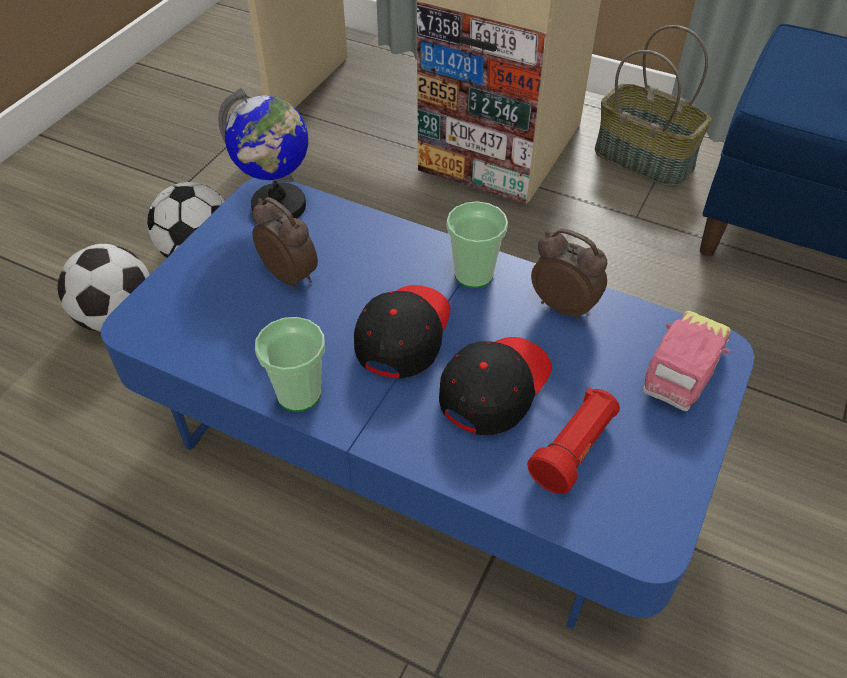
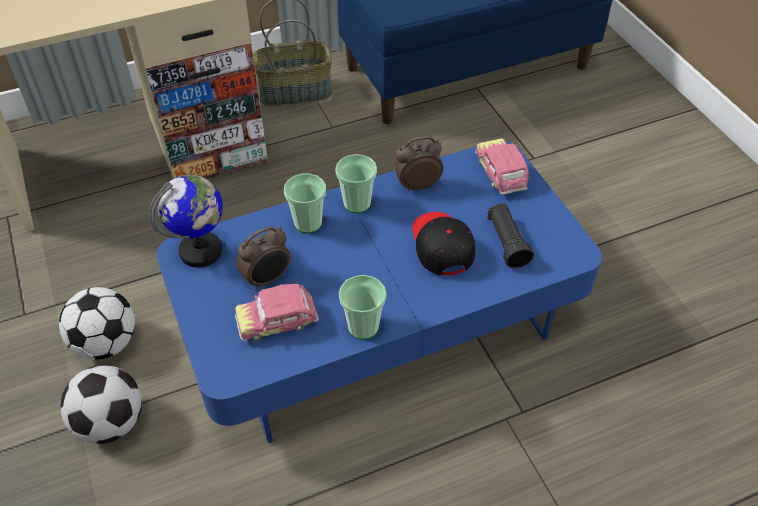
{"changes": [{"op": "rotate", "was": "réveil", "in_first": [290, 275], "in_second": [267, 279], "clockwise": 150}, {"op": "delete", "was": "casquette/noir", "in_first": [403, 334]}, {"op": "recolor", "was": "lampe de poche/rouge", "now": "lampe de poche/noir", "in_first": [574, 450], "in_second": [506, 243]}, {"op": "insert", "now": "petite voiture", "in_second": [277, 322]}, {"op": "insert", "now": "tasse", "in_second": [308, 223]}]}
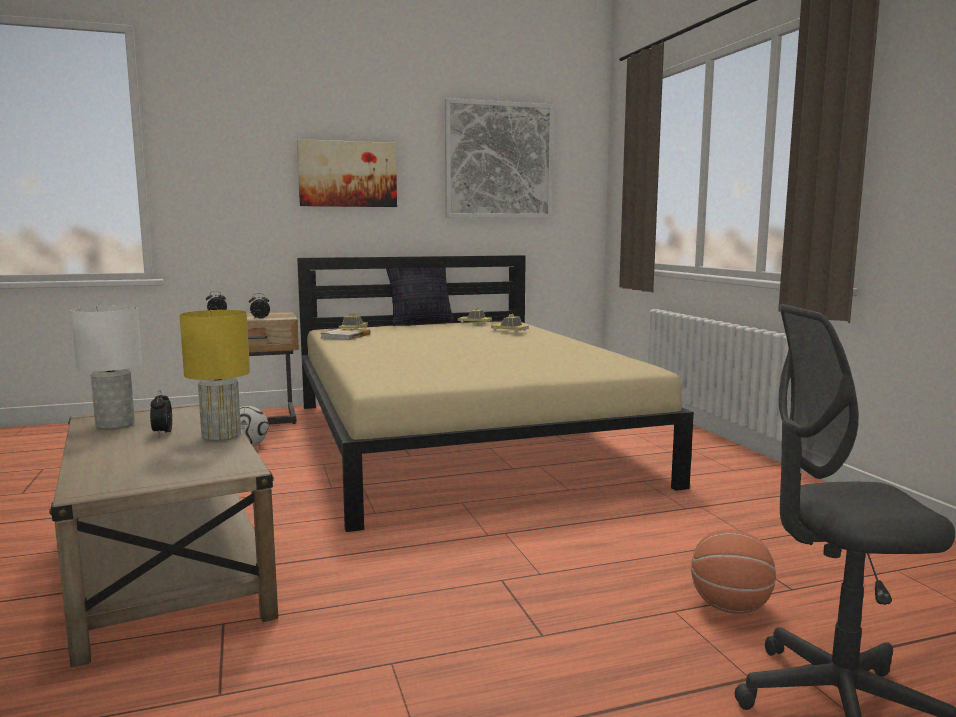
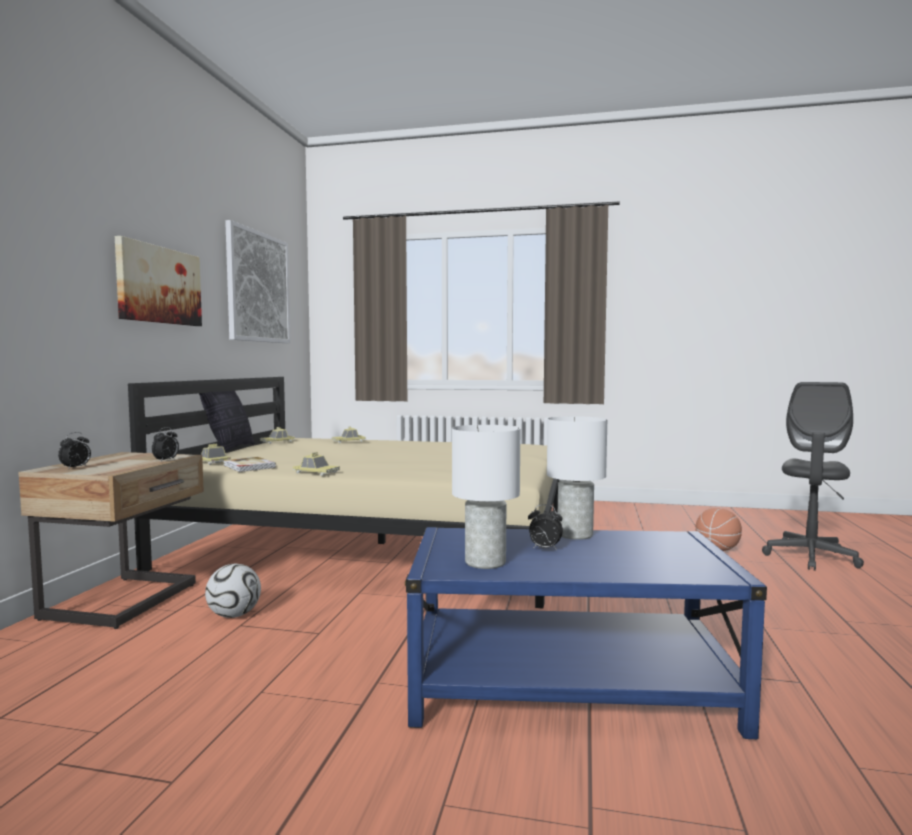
{"changes": [{"op": "recolor", "was": "table basse/beige", "now": "table basse/bleu", "in_first": [168, 569], "in_second": [568, 685]}, {"op": "recolor", "was": "lampe de table/jaune", "now": "lampe de table/blanc", "in_first": [222, 436], "in_second": [575, 534]}, {"op": "insert", "now": "petite voiture", "in_second": [316, 473]}]}
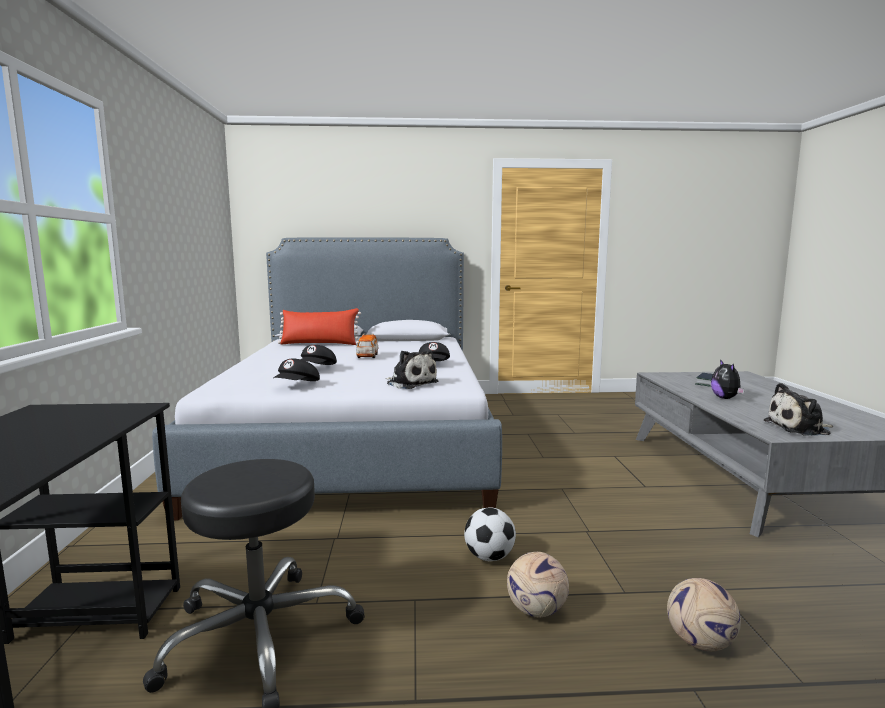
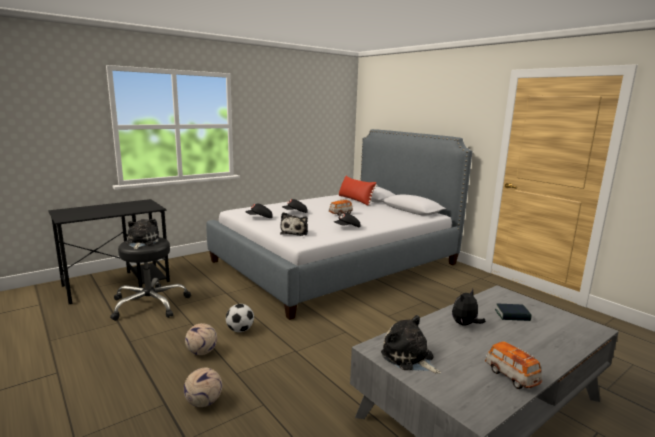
{"changes": [{"op": "insert", "now": "peluche", "in_second": [141, 242]}, {"op": "insert", "now": "petite voiture", "in_second": [511, 376]}]}
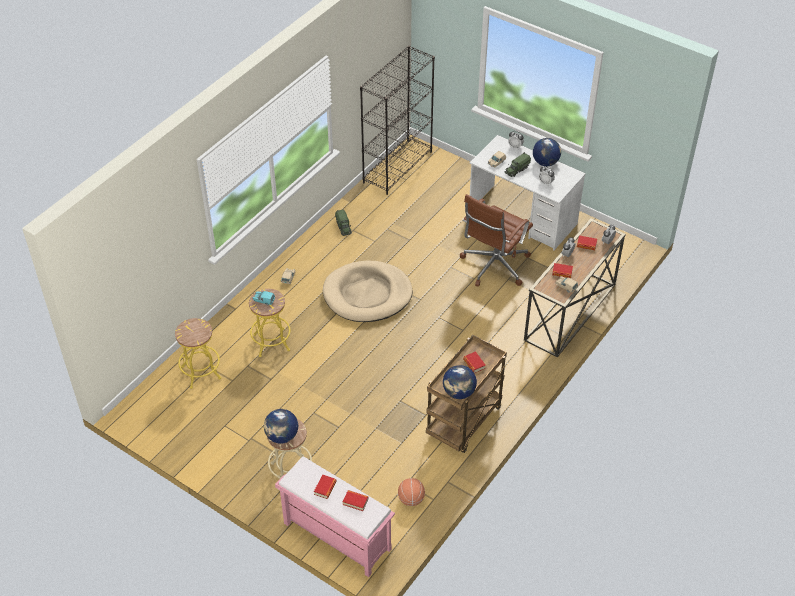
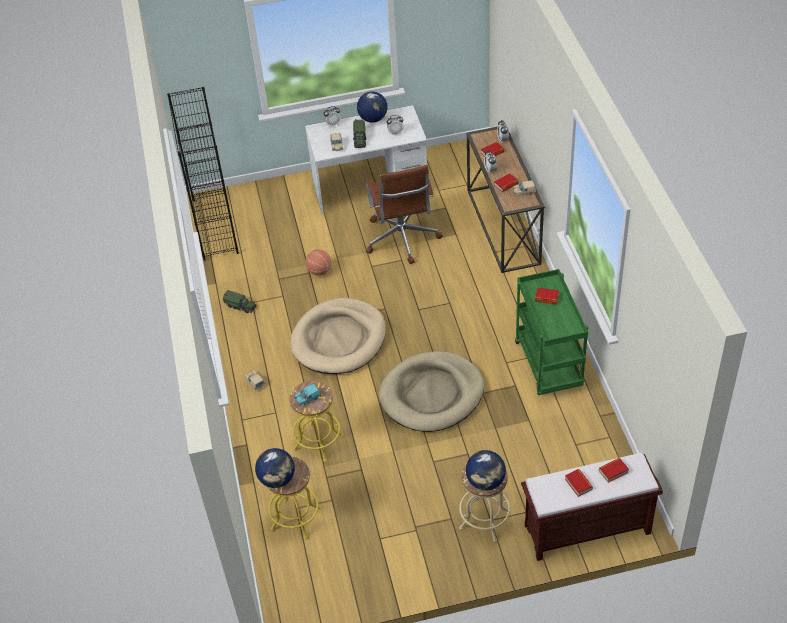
{"changes": [{"op": "recolor", "was": "banc/rose", "now": "banc/marron", "in_first": [336, 536], "in_second": [586, 530]}, {"op": "move", "was": "ballon de basket", "in_first": [411, 499], "in_second": [319, 271]}, {"op": "recolor", "was": "chariot/marron", "now": "chariot/vert", "in_first": [464, 423], "in_second": [549, 366]}, {"op": "move", "was": "globe", "in_first": [459, 392], "in_second": [277, 479]}, {"op": "insert", "now": "panier pour chien/beige", "in_second": [432, 394]}]}
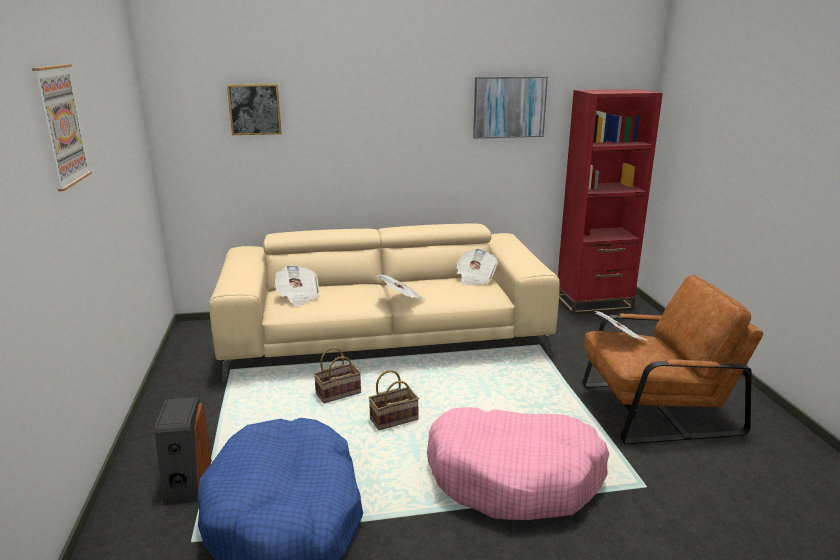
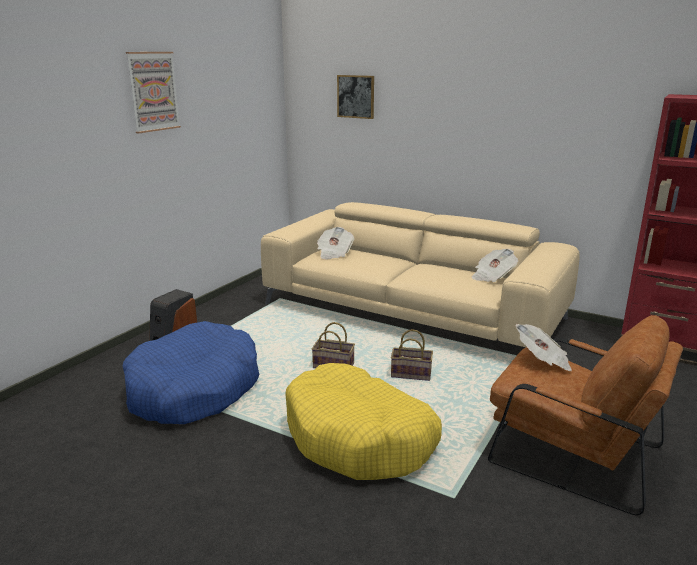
{"changes": [{"op": "move", "was": "panier", "in_first": [339, 393], "in_second": [412, 374]}, {"op": "delete", "was": "journal", "in_first": [401, 299]}, {"op": "recolor", "was": "panier pour chien/rose", "now": "panier pour chien/jaune", "in_first": [514, 476], "in_second": [359, 438]}, {"op": "delete", "was": "tableau", "in_first": [509, 107]}]}
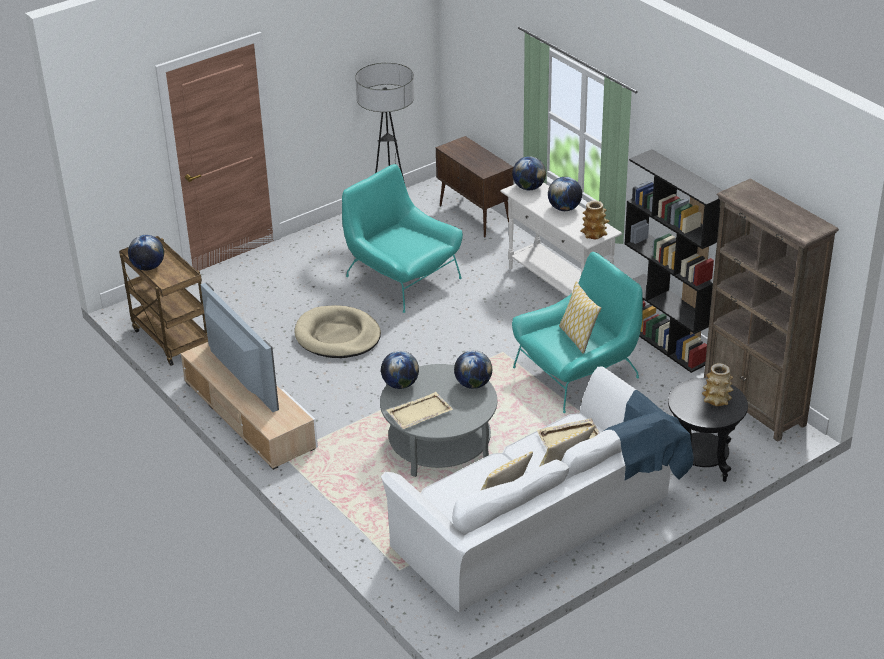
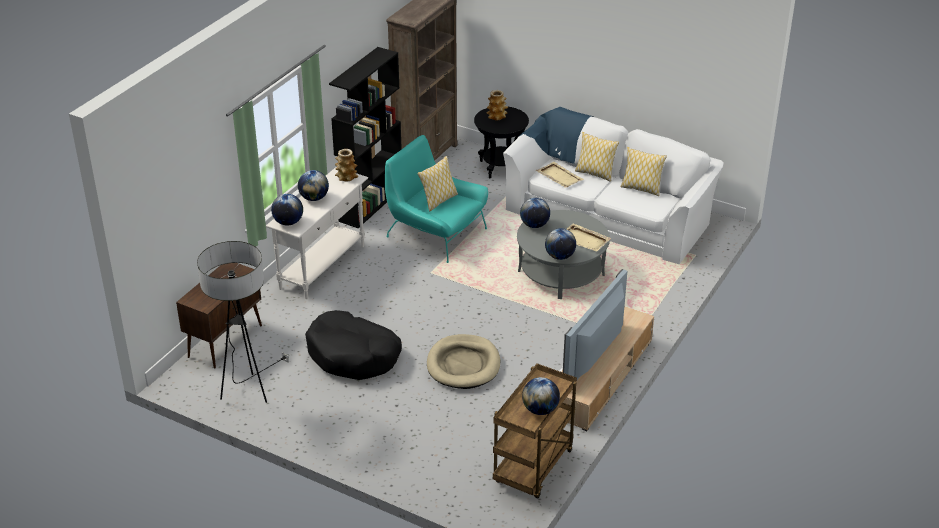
{"changes": [{"op": "replace", "was": "fauteuil/turquoise", "now": "panier pour chien/noir", "in_first": [401, 278], "in_second": [353, 355]}]}
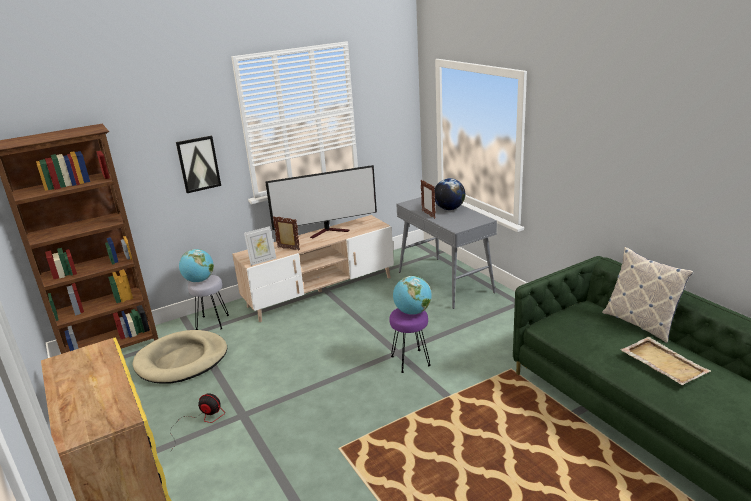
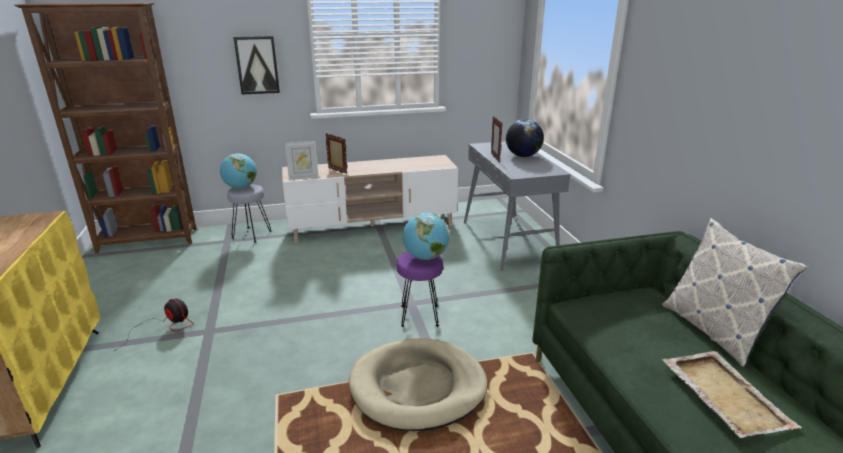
{"changes": [{"op": "move", "was": "panier pour chien/beige", "in_first": [182, 360], "in_second": [418, 387]}, {"op": "delete", "was": "téléviseur", "in_first": [329, 231]}]}
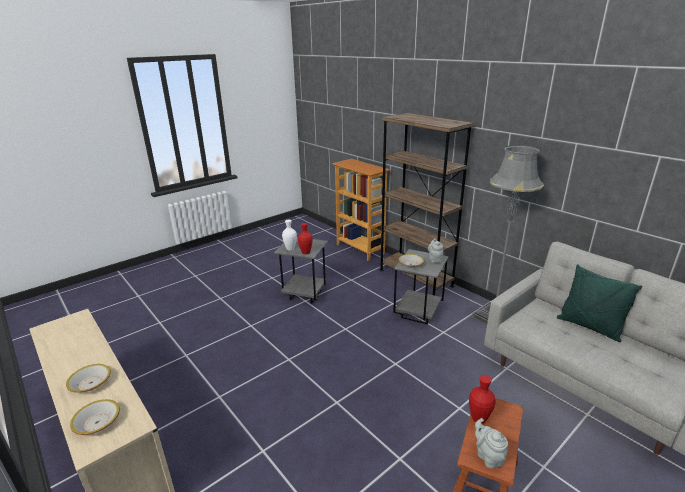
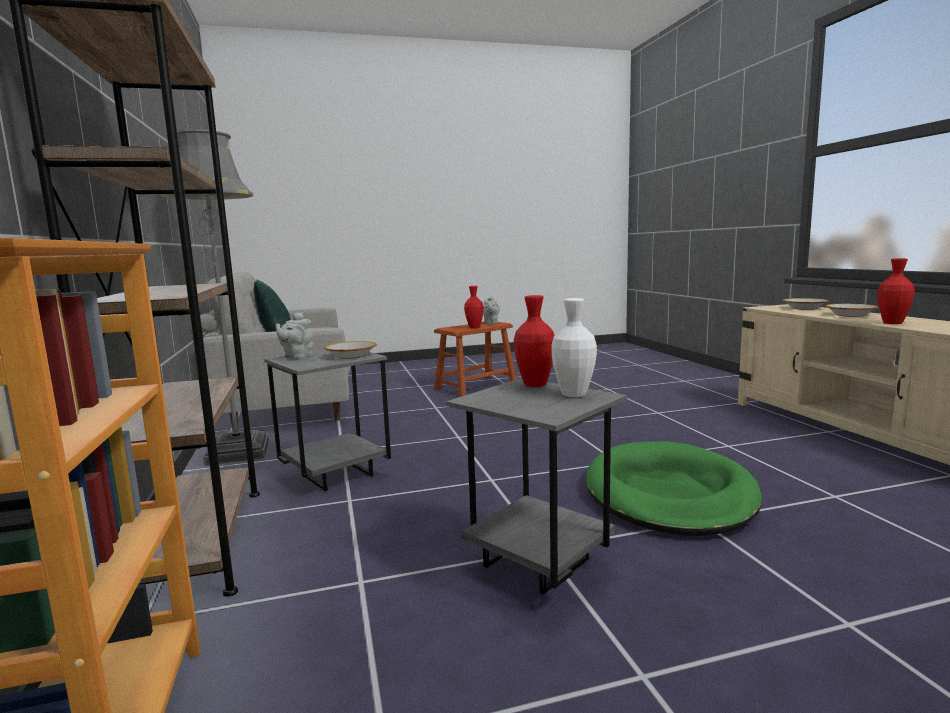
{"changes": [{"op": "insert", "now": "panier pour chien/vert", "in_second": [669, 494]}, {"op": "insert", "now": "vase/rouge", "in_second": [892, 323]}]}
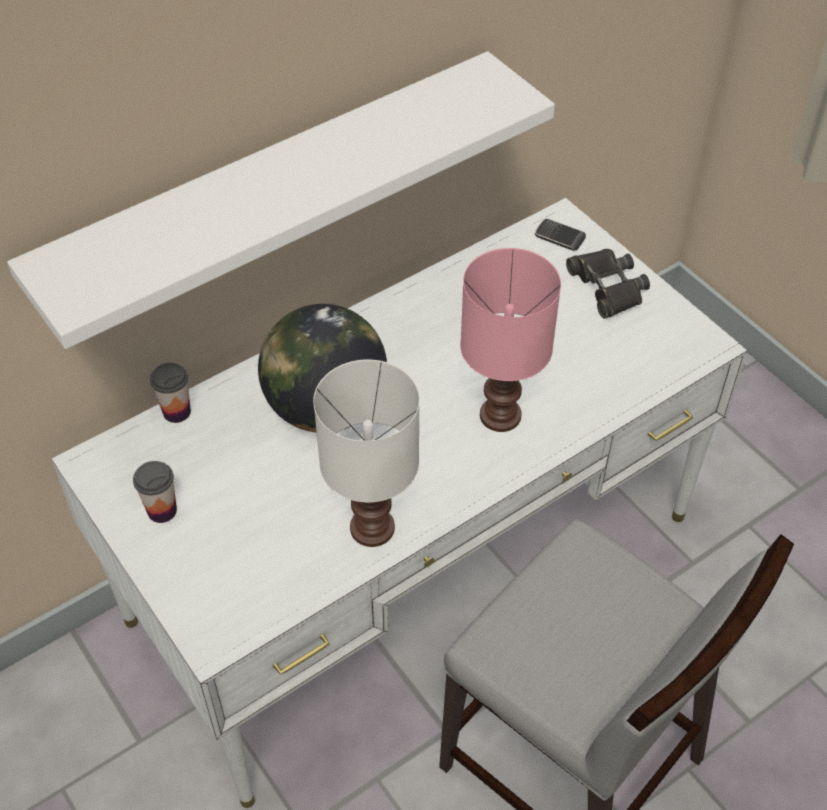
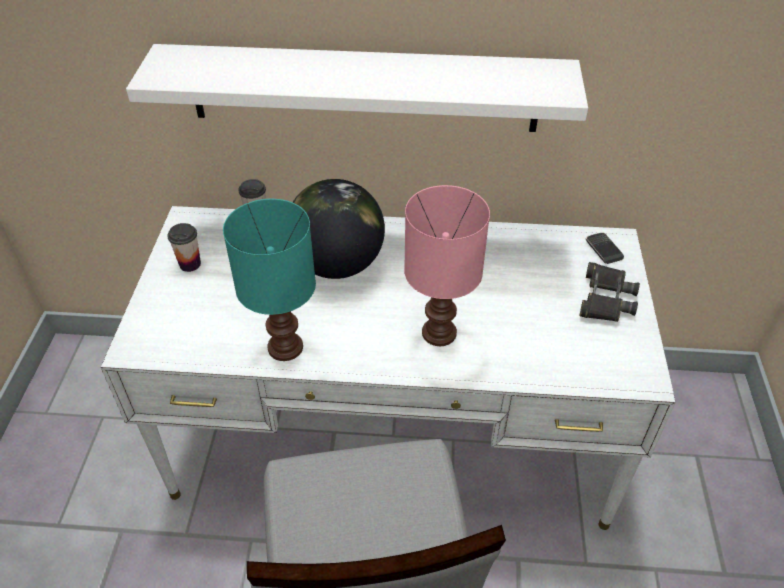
{"changes": [{"op": "recolor", "was": "lampe de table/blanc", "now": "lampe de table/turquoise", "in_first": [371, 529], "in_second": [284, 347]}]}
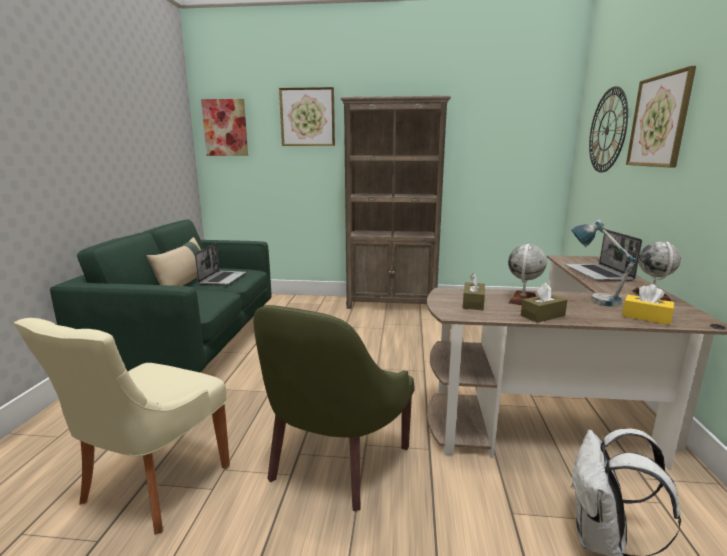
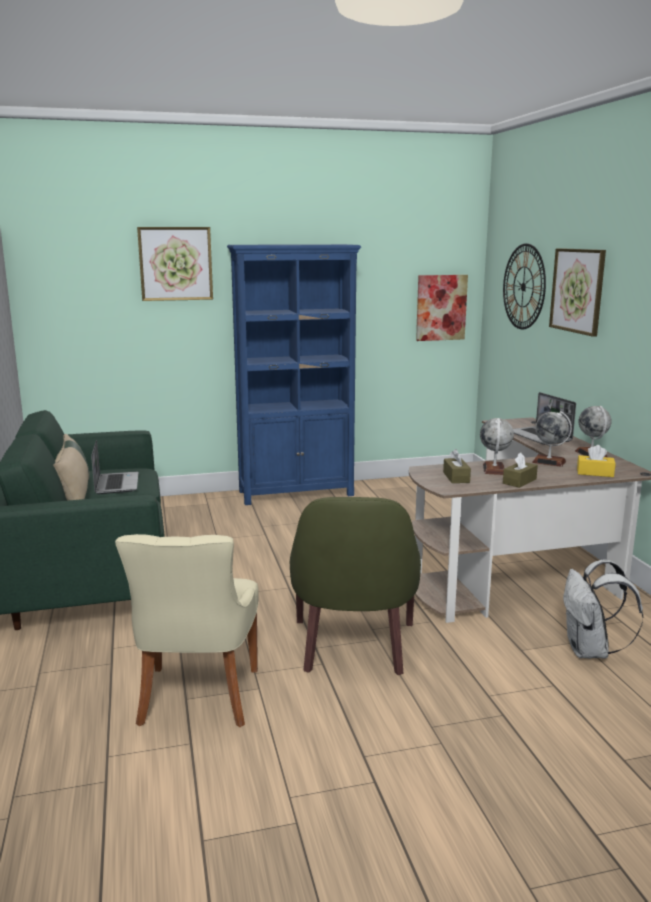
{"changes": [{"op": "move", "was": "tableau", "in_first": [225, 127], "in_second": [441, 307]}, {"op": "recolor", "was": "bibliothèque/marron", "now": "bibliothèque/bleu", "in_first": [392, 304], "in_second": [297, 493]}, {"op": "replace", "was": "lampe de table", "now": "globe", "in_first": [593, 299], "in_second": [549, 462]}]}
